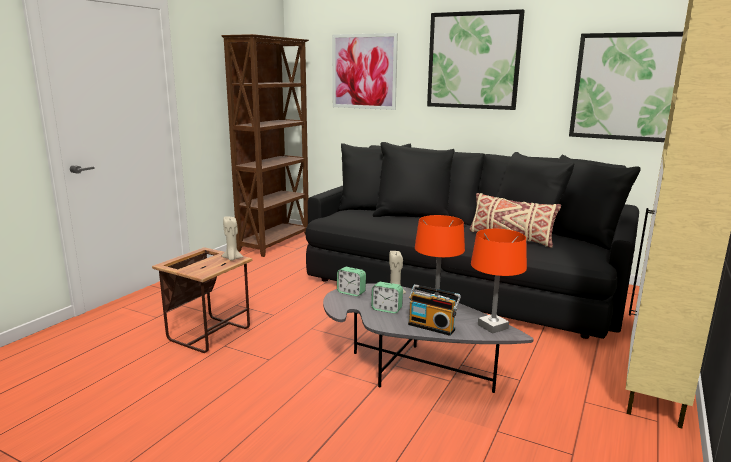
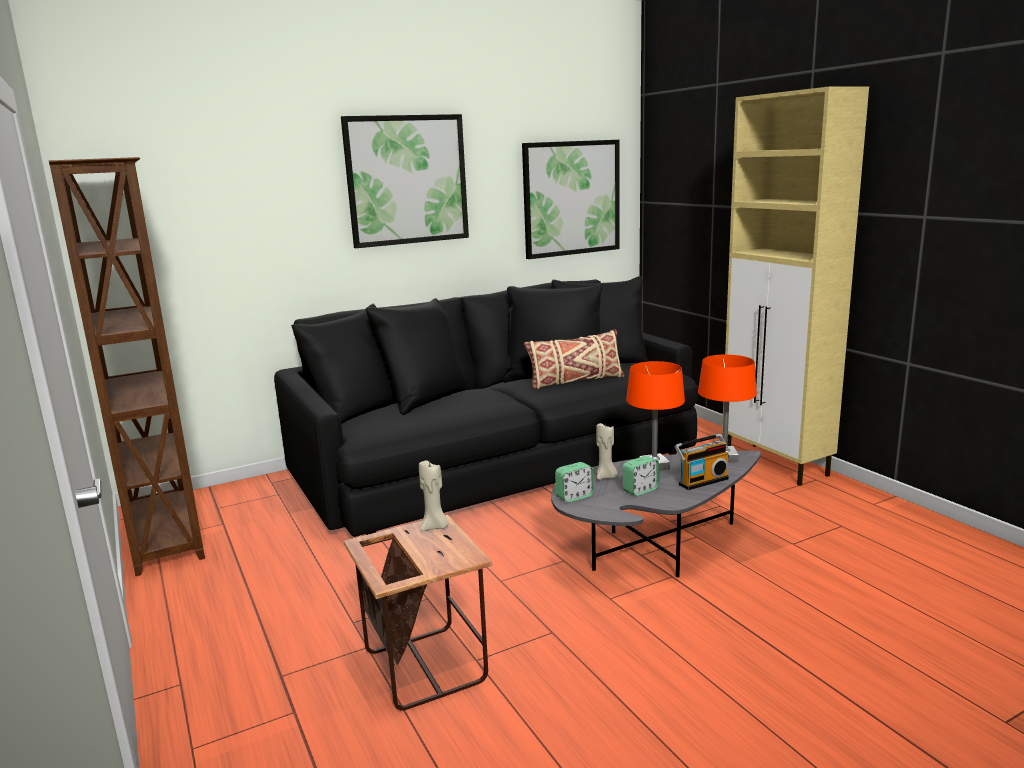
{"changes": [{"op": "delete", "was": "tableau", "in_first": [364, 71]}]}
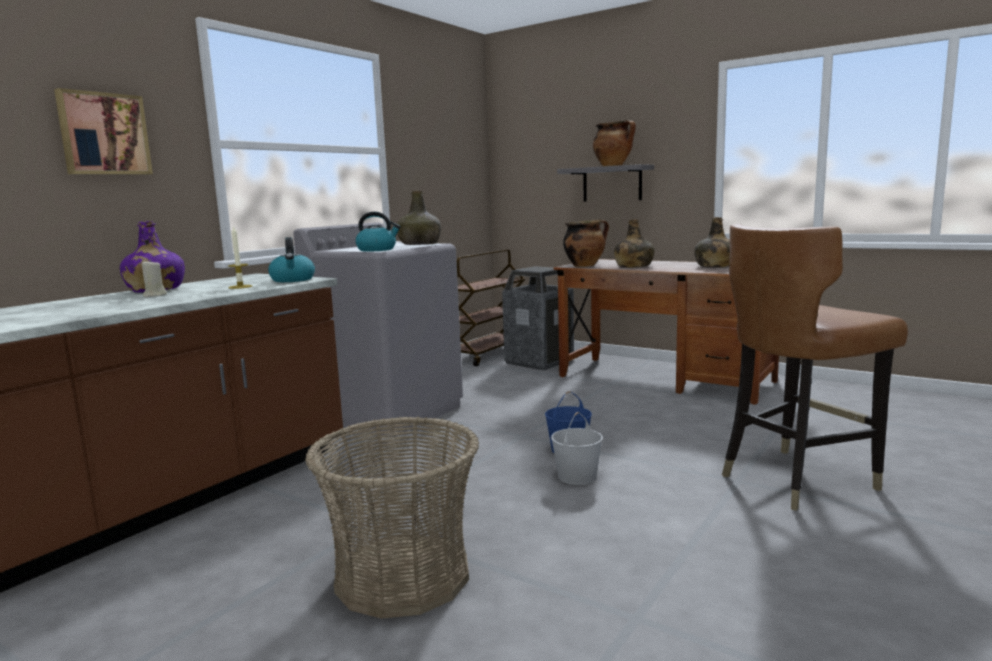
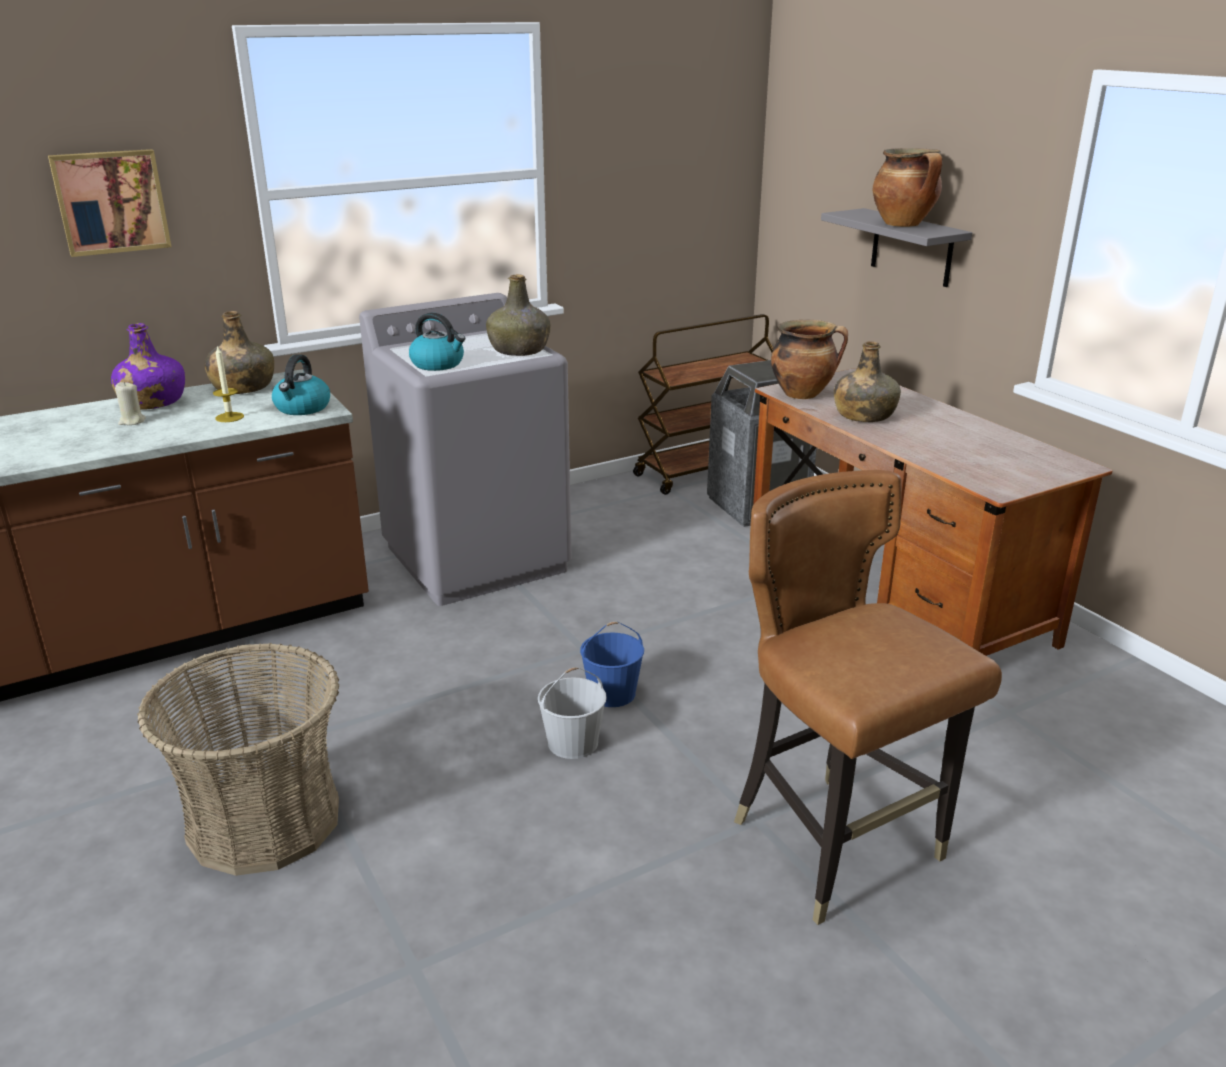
{"changes": [{"op": "move", "was": "bouteille/vert", "in_first": [714, 266], "in_second": [243, 387]}, {"op": "rotate", "was": "chaise/marron", "in_first": [796, 479], "in_second": [835, 846], "clockwise": 60}]}
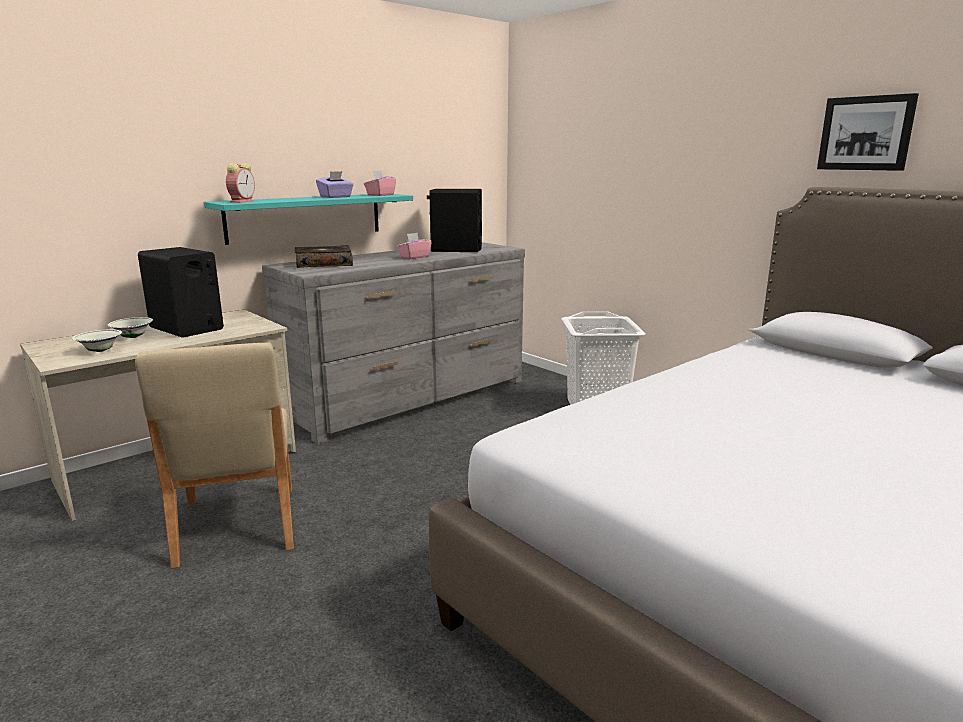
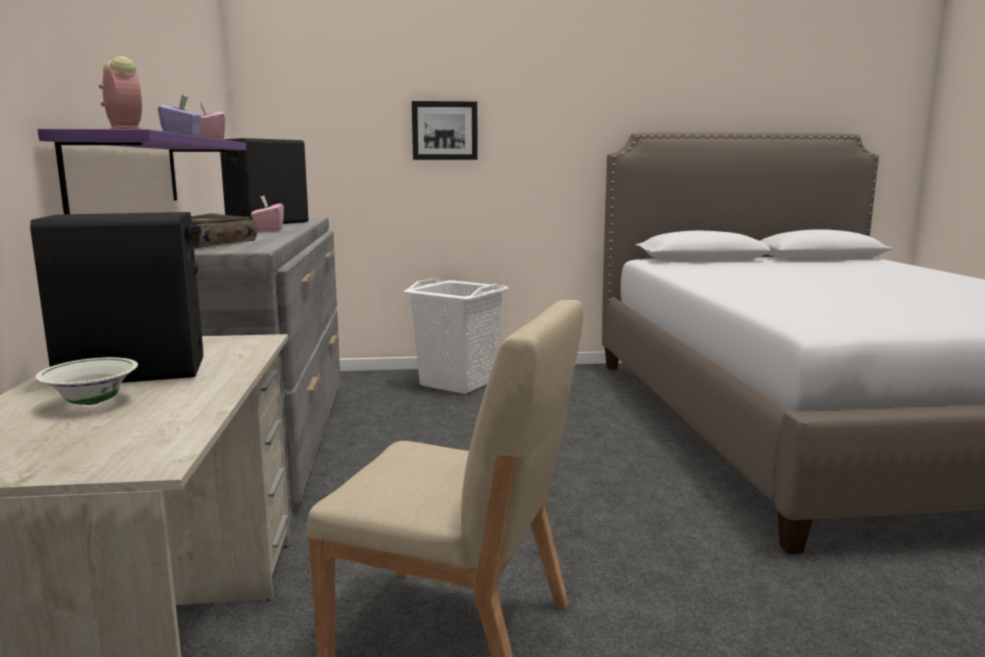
{"changes": [{"op": "delete", "was": "bol/blanc", "in_first": [100, 351]}, {"op": "recolor", "was": "étagère/turquoise", "now": "étagère/violet", "in_first": [306, 217], "in_second": [126, 172]}, {"op": "move", "was": "tableau", "in_first": [866, 133], "in_second": [444, 130]}]}
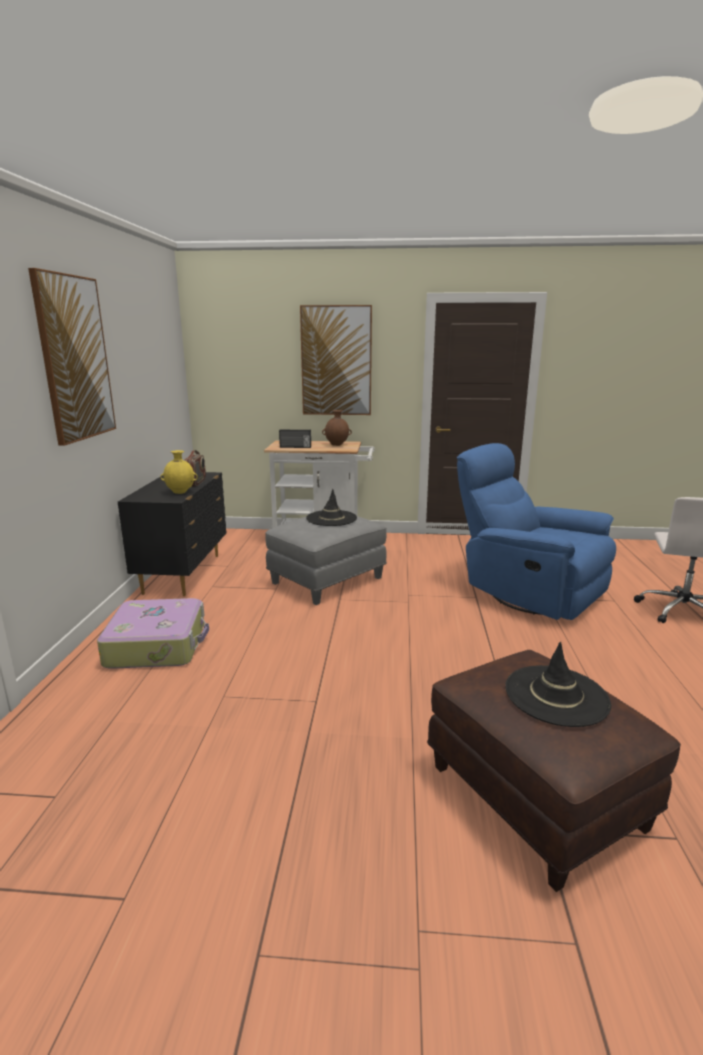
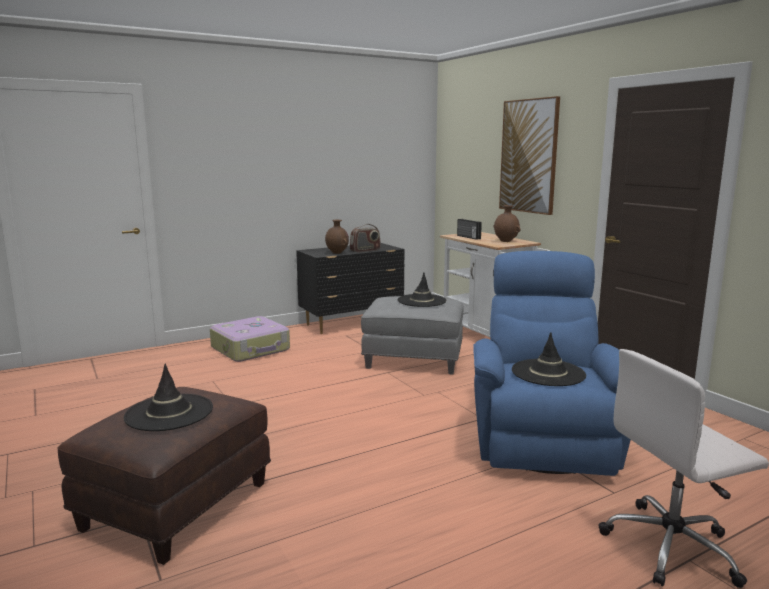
{"changes": [{"op": "delete", "was": "tableau", "in_first": [74, 358]}, {"op": "recolor", "was": "vase/jaune", "now": "vase/marron", "in_first": [180, 492], "in_second": [337, 253]}, {"op": "insert", "now": "chapeau/noir", "in_second": [548, 373]}]}
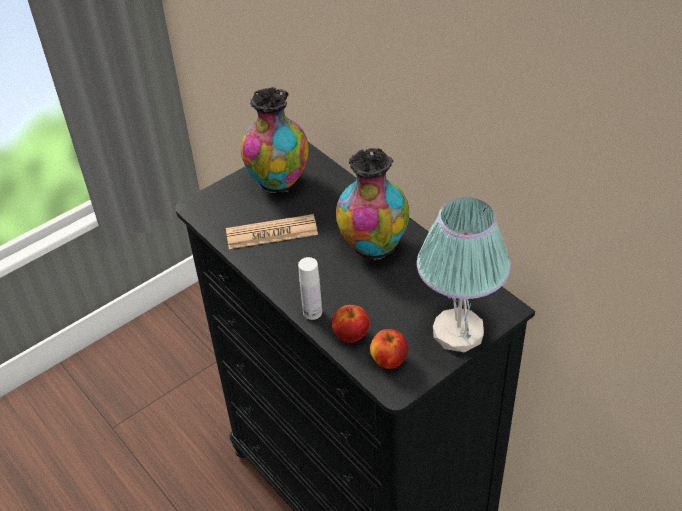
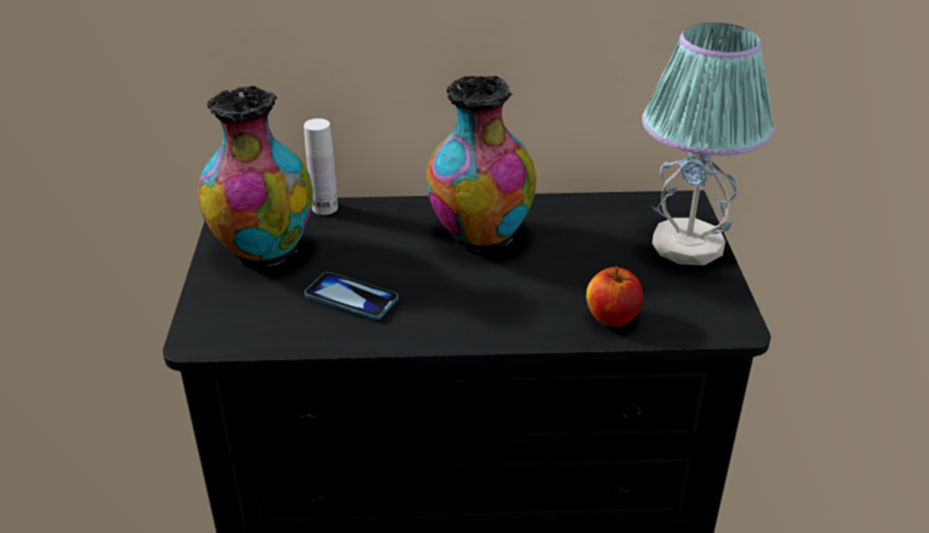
{"changes": [{"op": "replace", "was": "journal", "now": "téléphone", "in_first": [271, 233], "in_second": [351, 298]}, {"op": "move", "was": "bouteille/blanc", "in_first": [312, 312], "in_second": [325, 208]}, {"op": "delete", "was": "pomme", "in_first": [389, 360]}]}
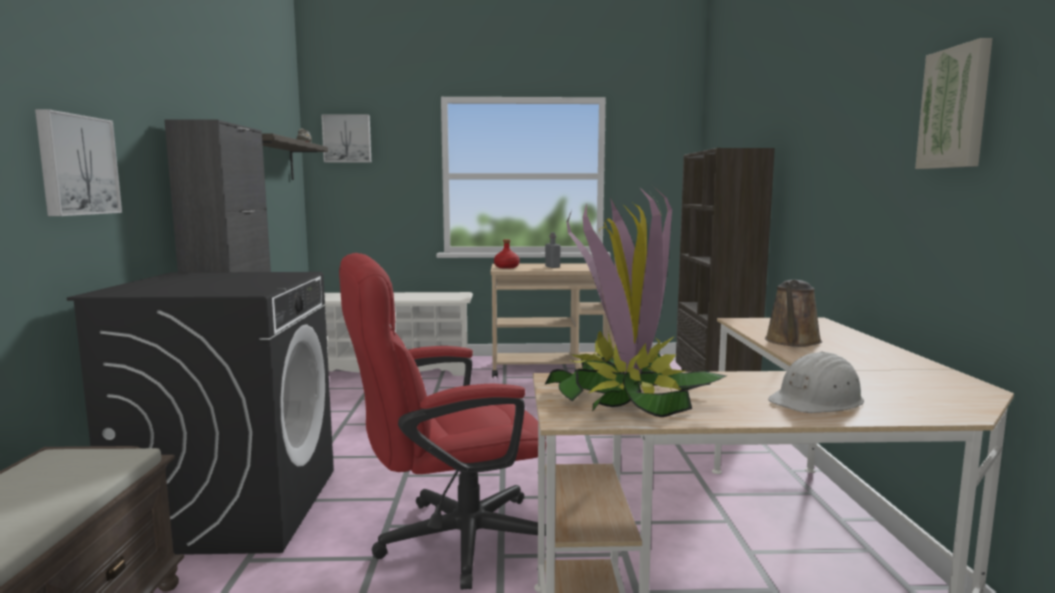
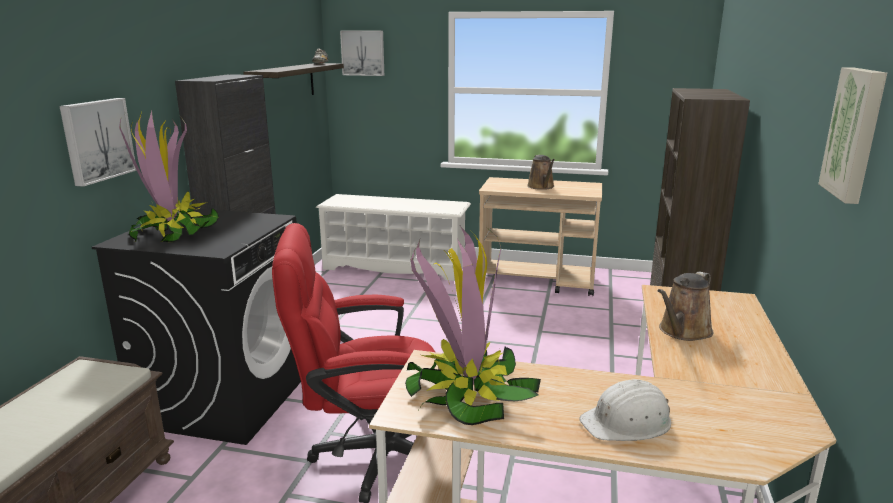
{"changes": [{"op": "delete", "was": "bouteille/rouge", "in_first": [506, 267]}, {"op": "replace", "was": "bouteille/gris", "now": "arrosoir/marron", "in_first": [552, 267], "in_second": [541, 187]}, {"op": "insert", "now": "plante en pot", "in_second": [173, 233]}]}
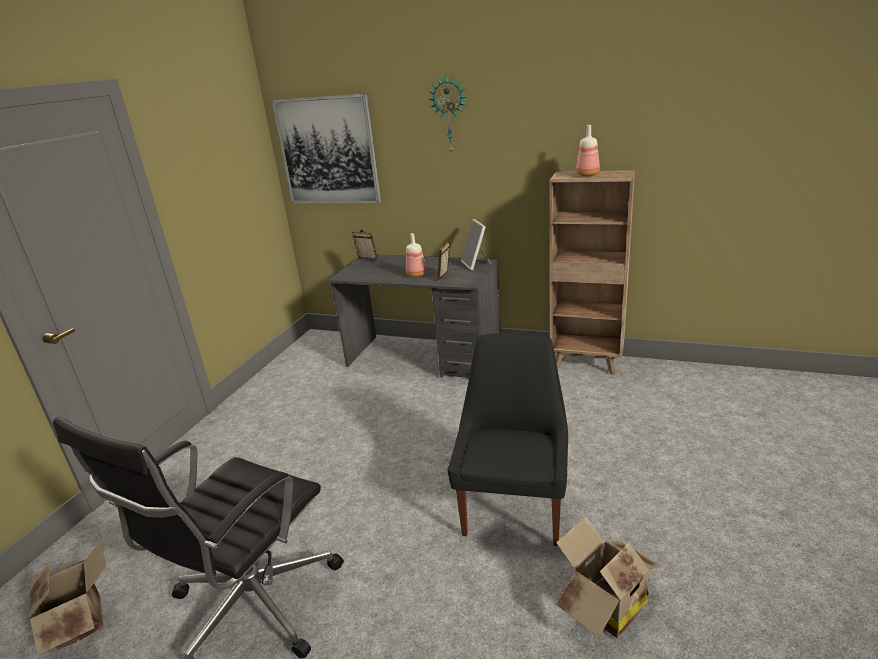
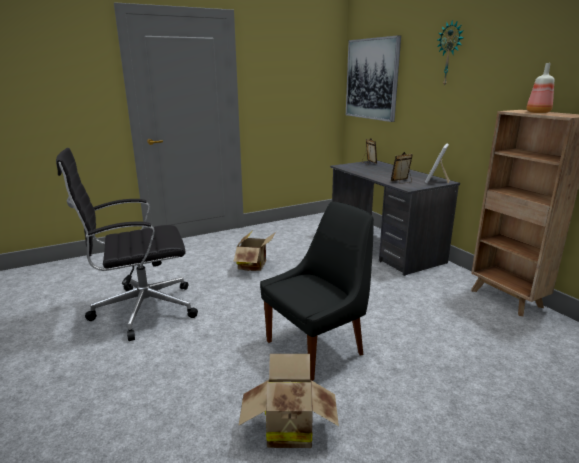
{"changes": [{"op": "move", "was": "carton", "in_first": [82, 620], "in_second": [255, 265]}, {"op": "delete", "was": "bouteille", "in_first": [417, 275]}]}
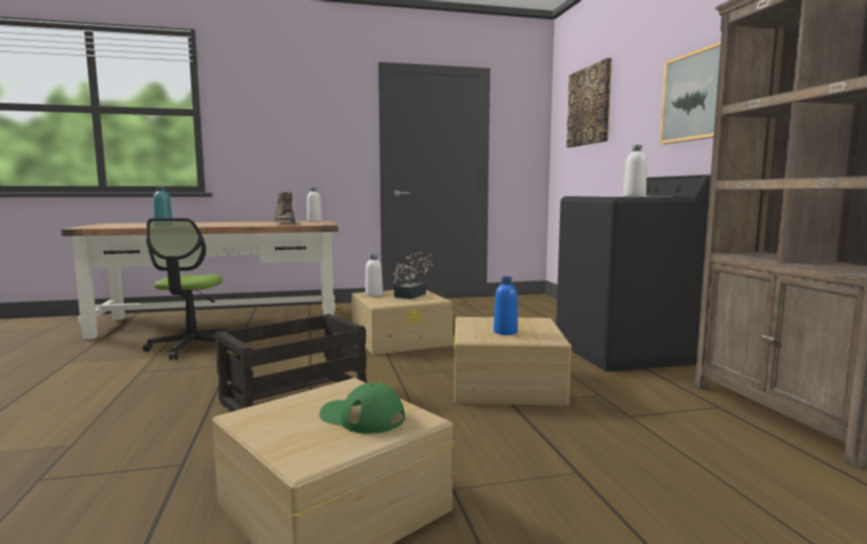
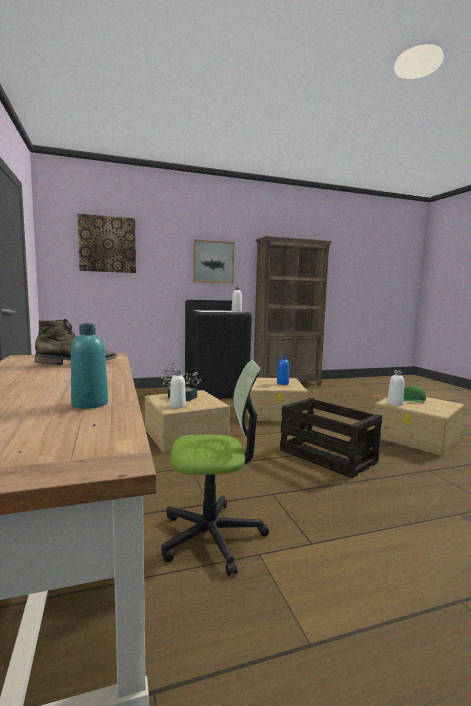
{"changes": [{"op": "move", "was": "bouteille/blanc", "in_first": [314, 221], "in_second": [395, 404]}]}
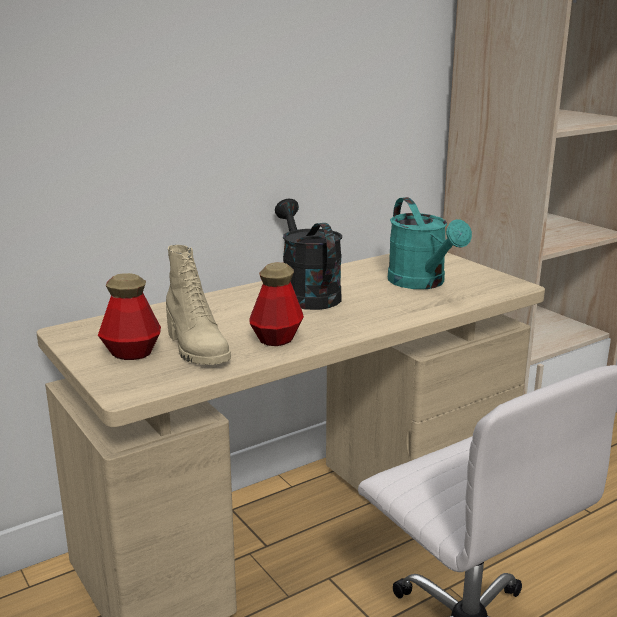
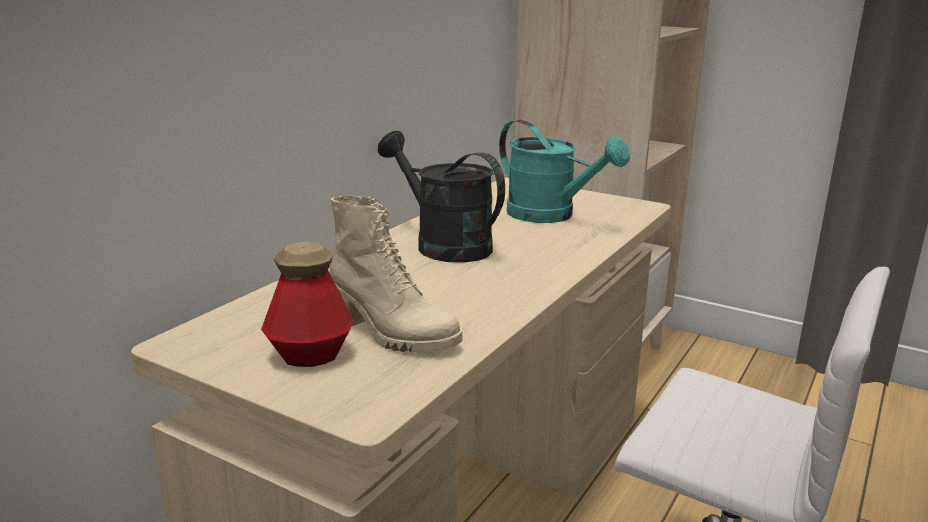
{"changes": [{"op": "delete", "was": "bouteille", "in_first": [277, 338]}]}
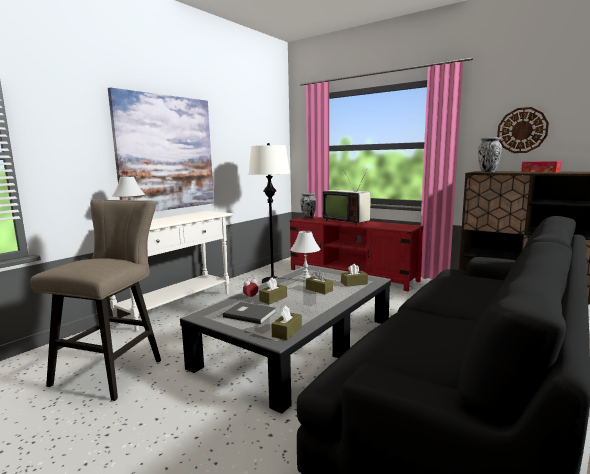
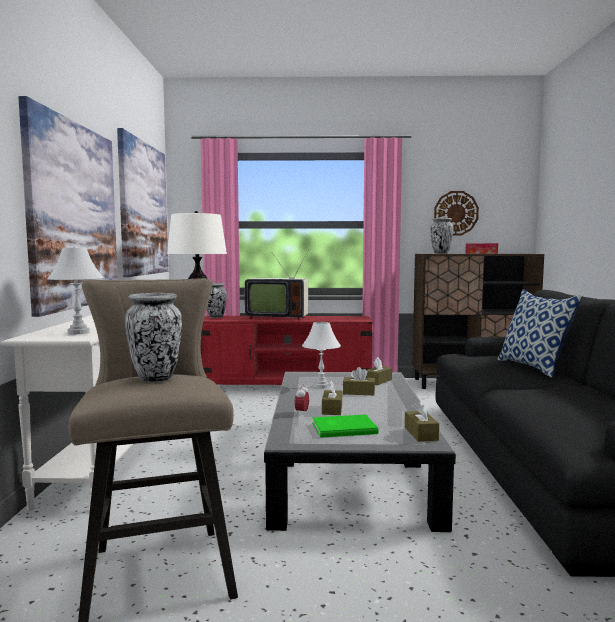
{"changes": [{"op": "recolor", "was": "livre/gris", "now": "livre/vert", "in_first": [249, 314], "in_second": [342, 428]}, {"op": "insert", "now": "tableau", "in_second": [143, 209]}, {"op": "insert", "now": "vase", "in_second": [156, 379]}, {"op": "insert", "now": "coussin", "in_second": [534, 367]}]}
